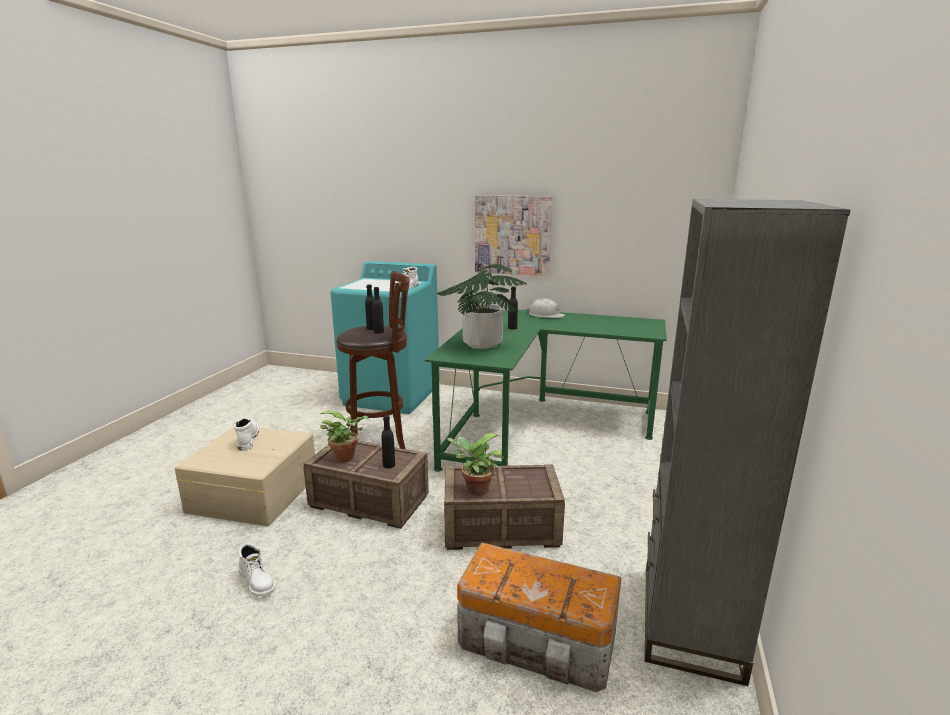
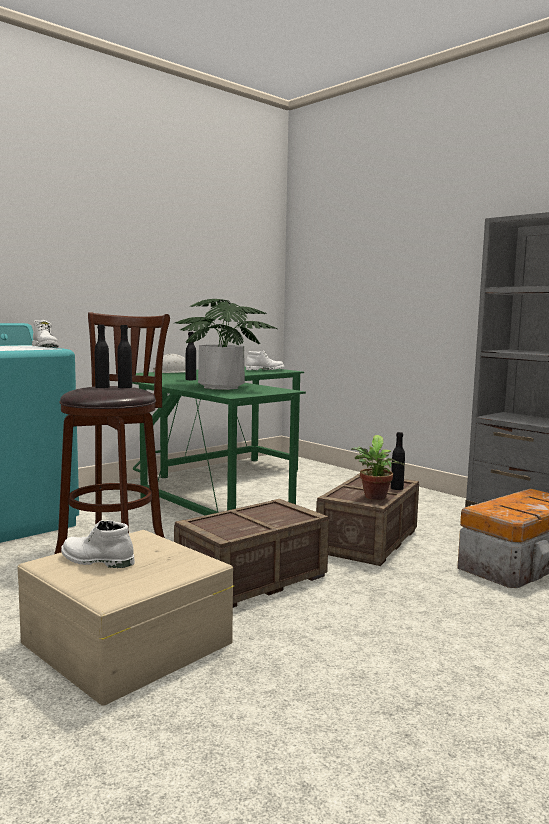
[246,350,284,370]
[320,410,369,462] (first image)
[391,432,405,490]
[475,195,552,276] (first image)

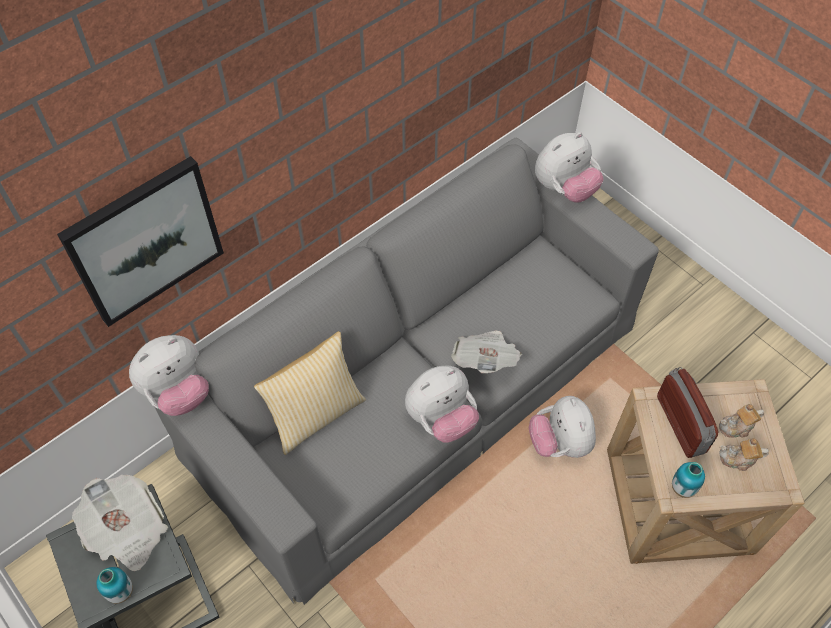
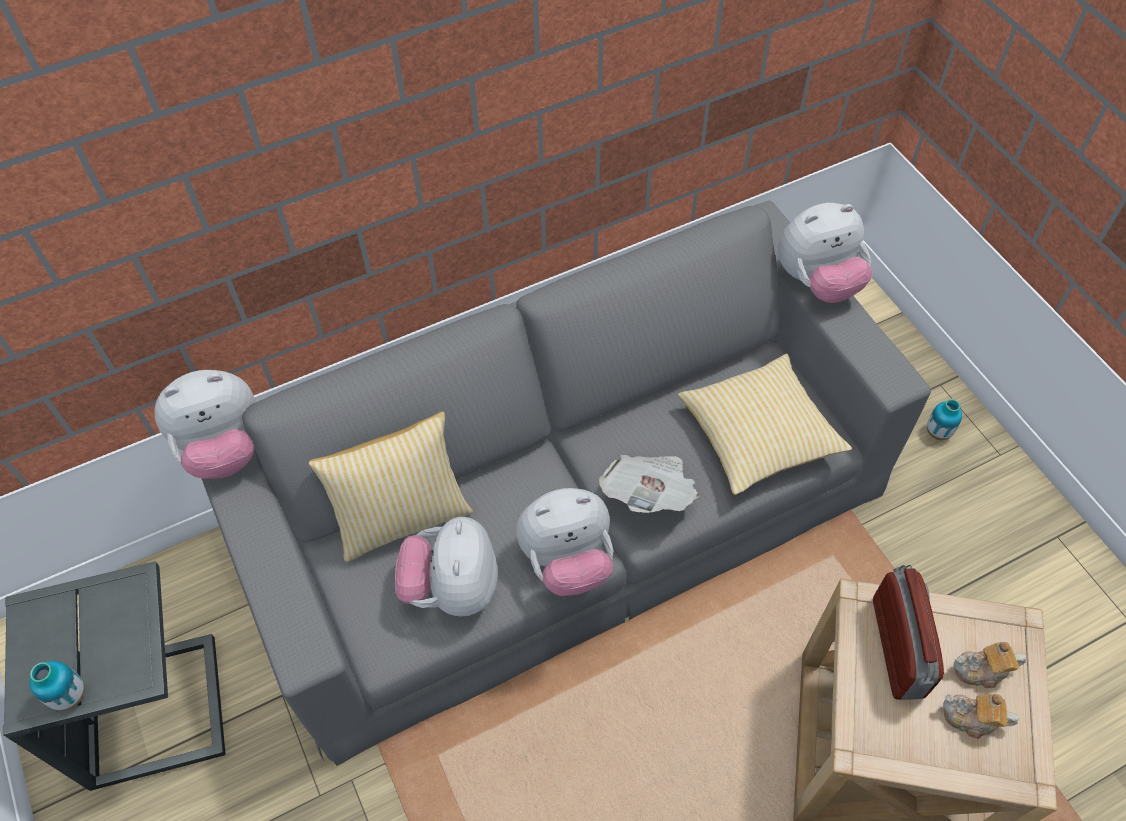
[57,156,224,327] (first image)
[72,475,168,571] (first image)
[395,517,498,617]
[927,399,962,440]
[678,354,852,495]

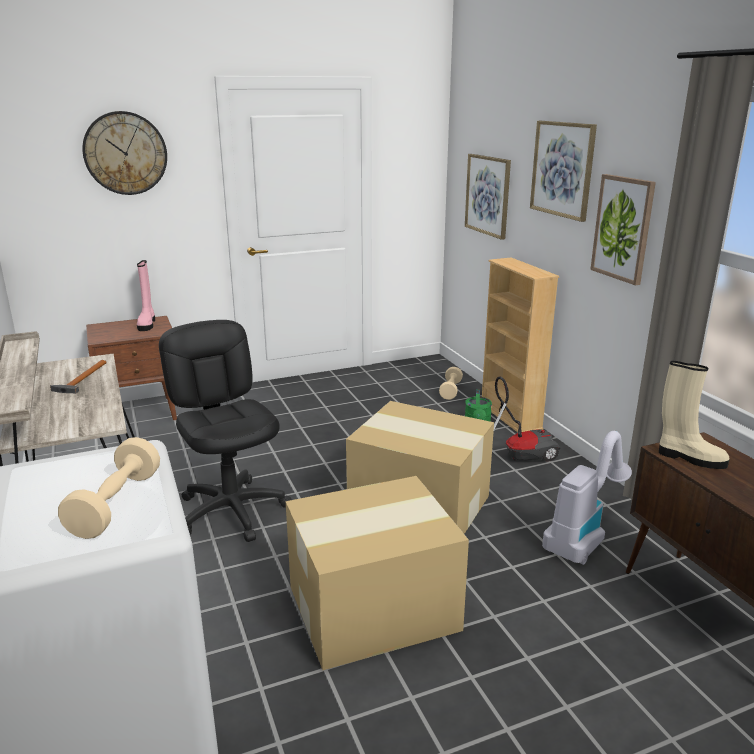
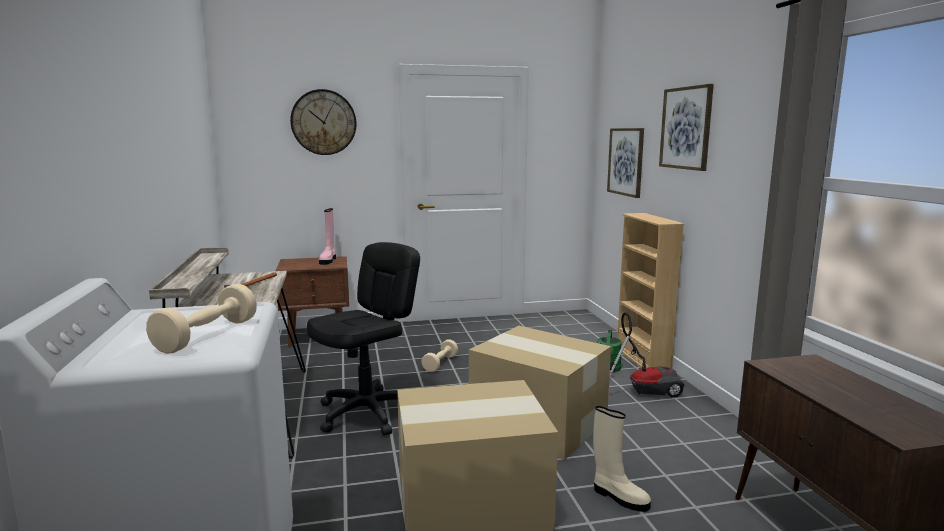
[306,242,420,435]
[421,339,458,372]
[542,431,632,565] (first image)
[590,174,656,285] (first image)
[593,406,651,512]

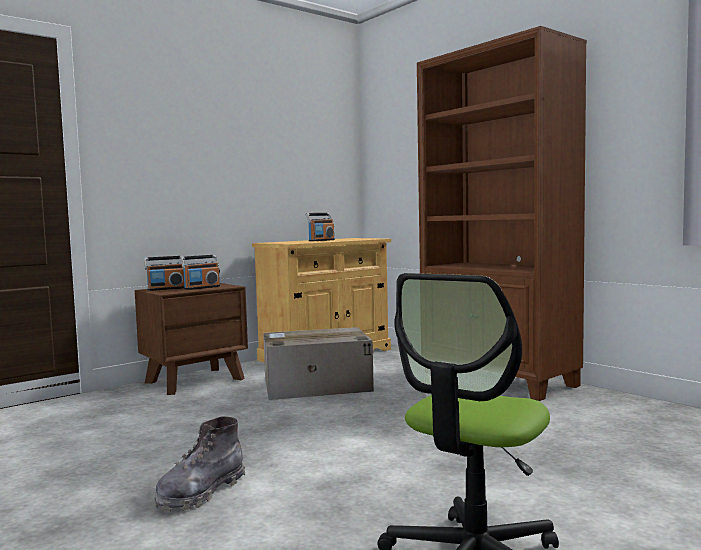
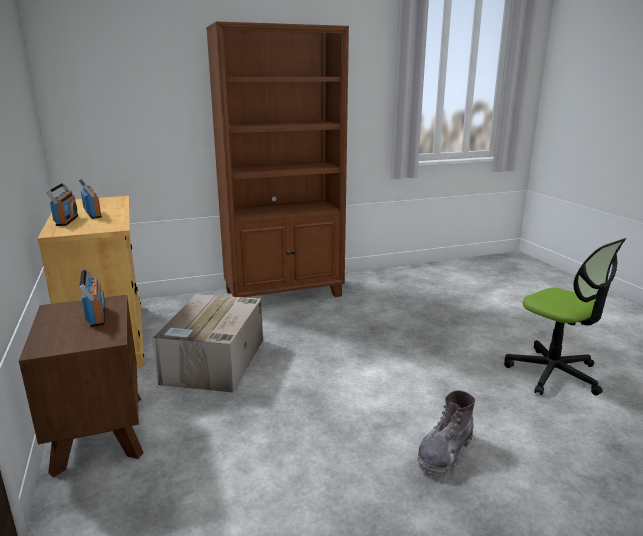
[46,183,78,226]
[417,391,475,477]

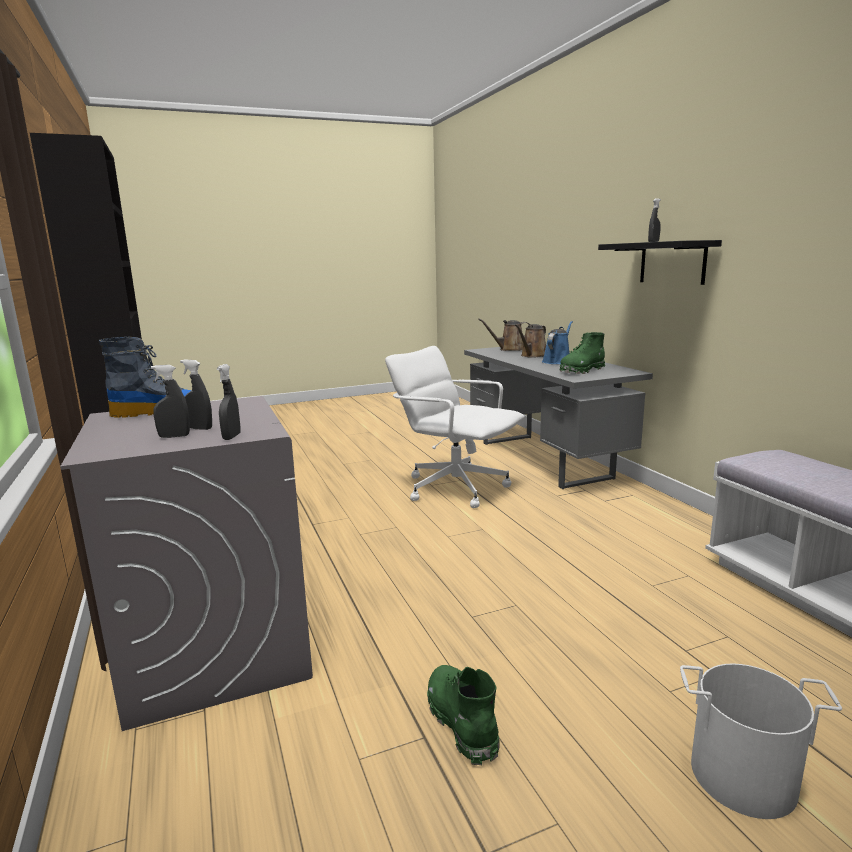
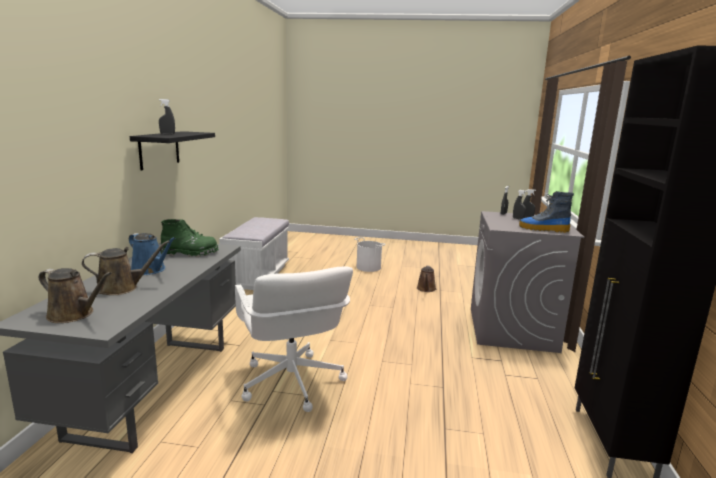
[417,266,436,292]
[129,233,176,275]

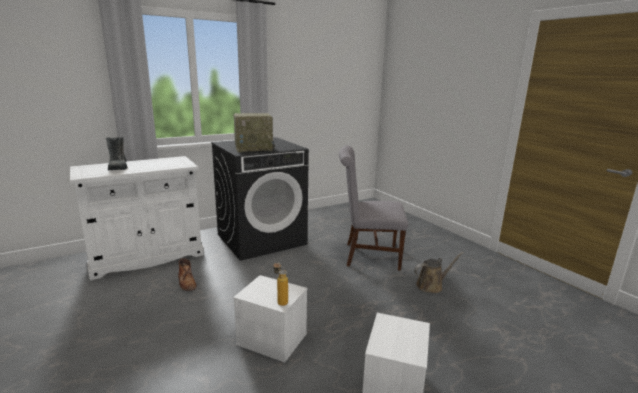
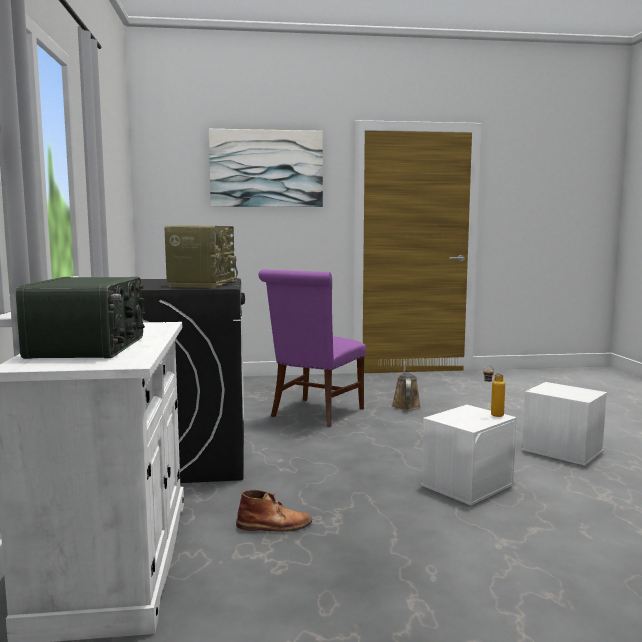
[16,277,145,359]
[258,269,366,427]
[209,129,323,207]

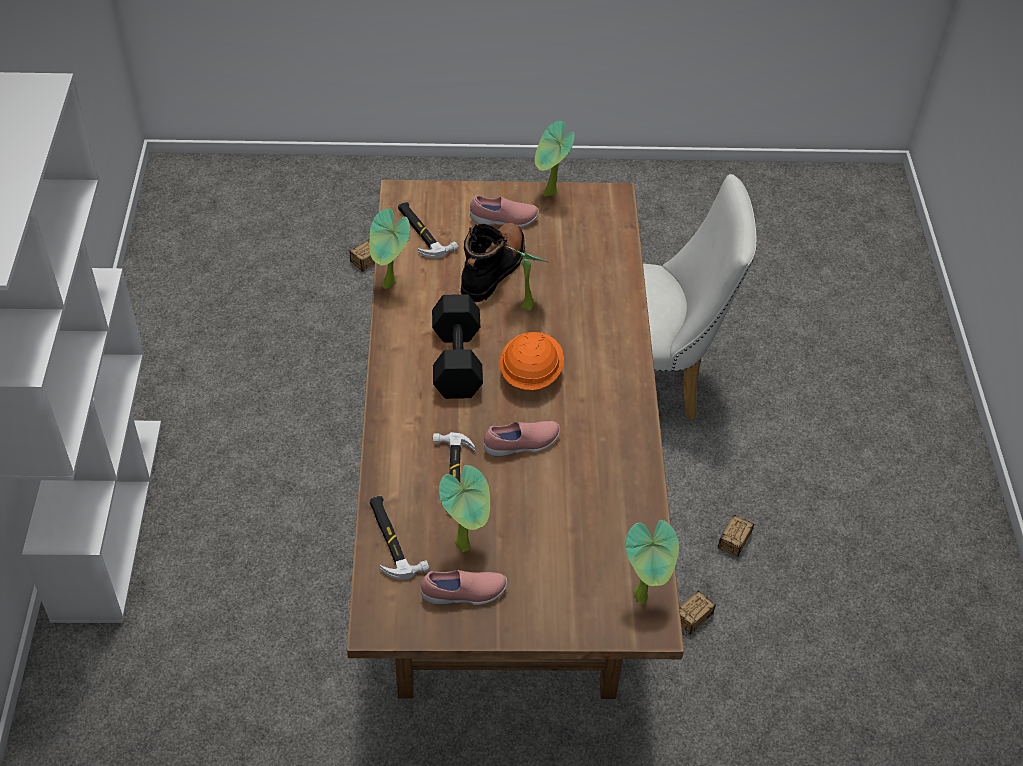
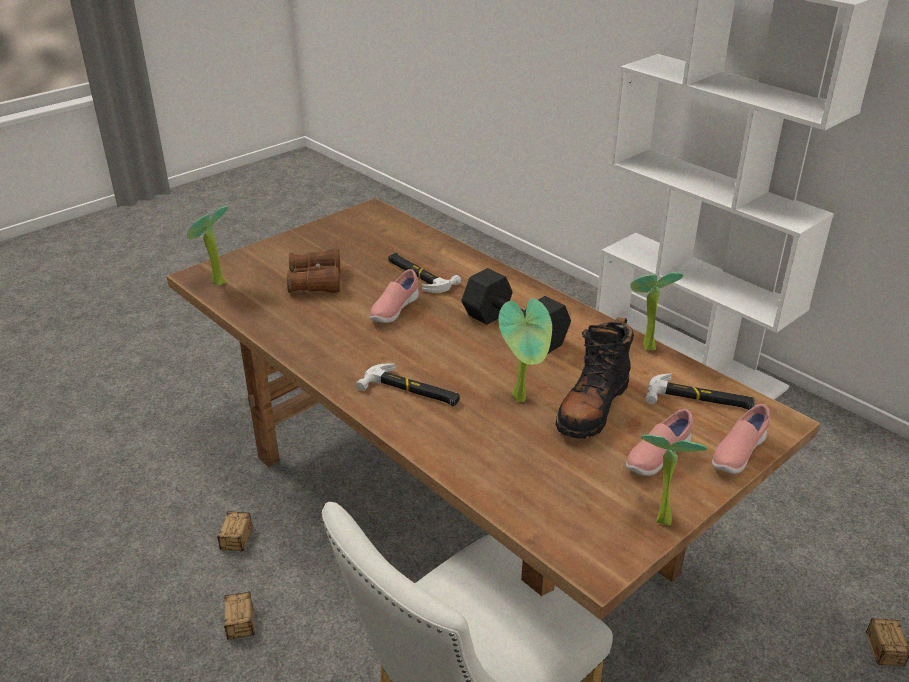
[356,364,460,407]
[712,404,770,474]
[439,465,490,552] (first image)
[555,317,634,439]
[500,332,564,390] (first image)
[287,249,340,293]

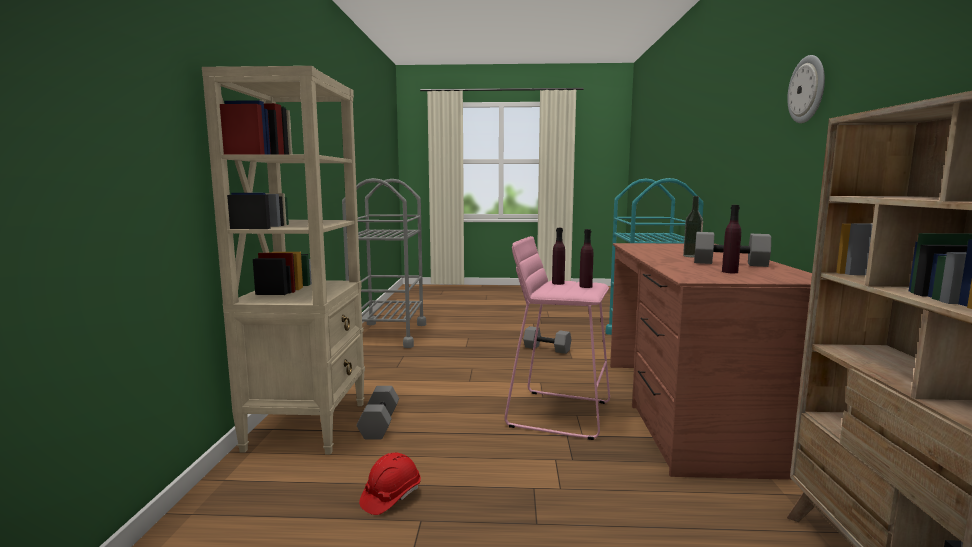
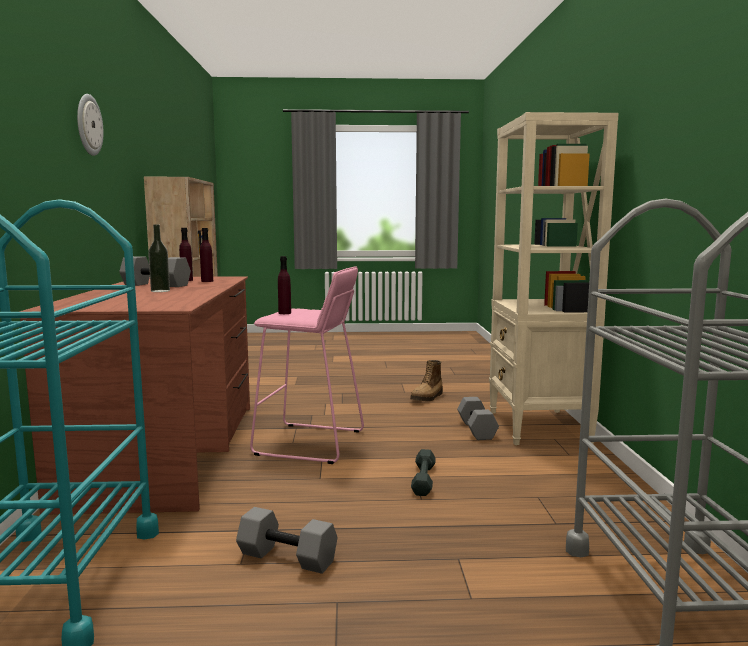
[410,360,443,402]
[200,228,213,282]
[411,449,436,496]

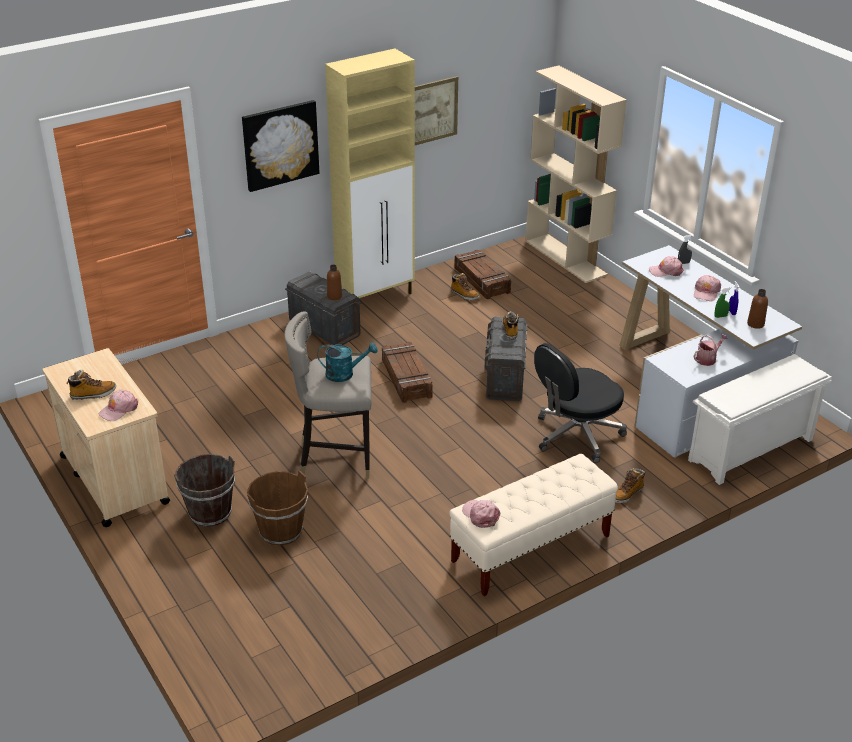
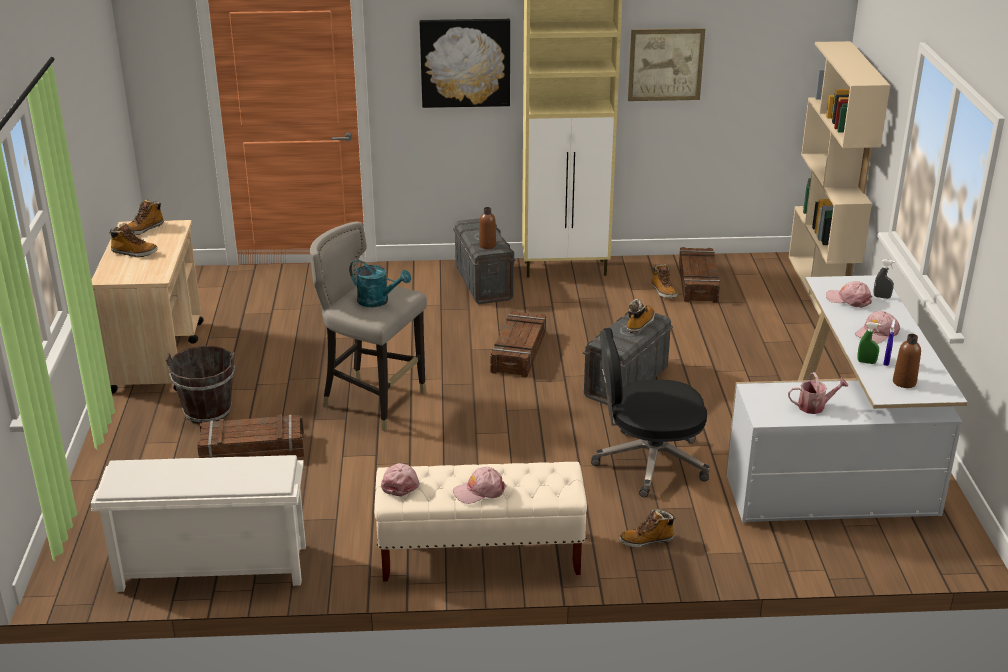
[453,467,506,504]
[197,414,304,458]
[91,455,306,592]
[128,199,164,235]

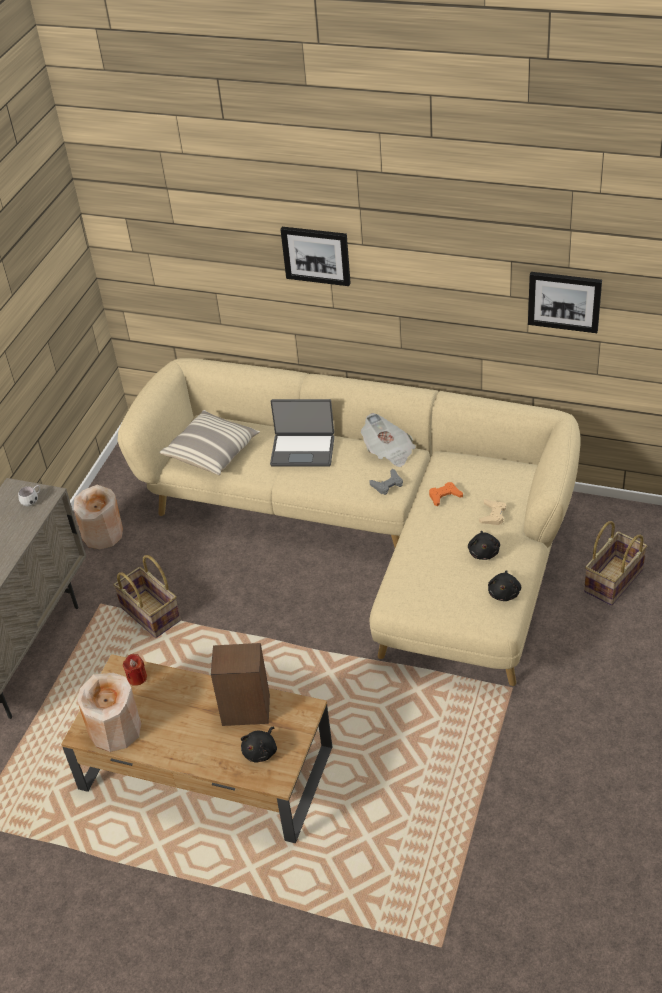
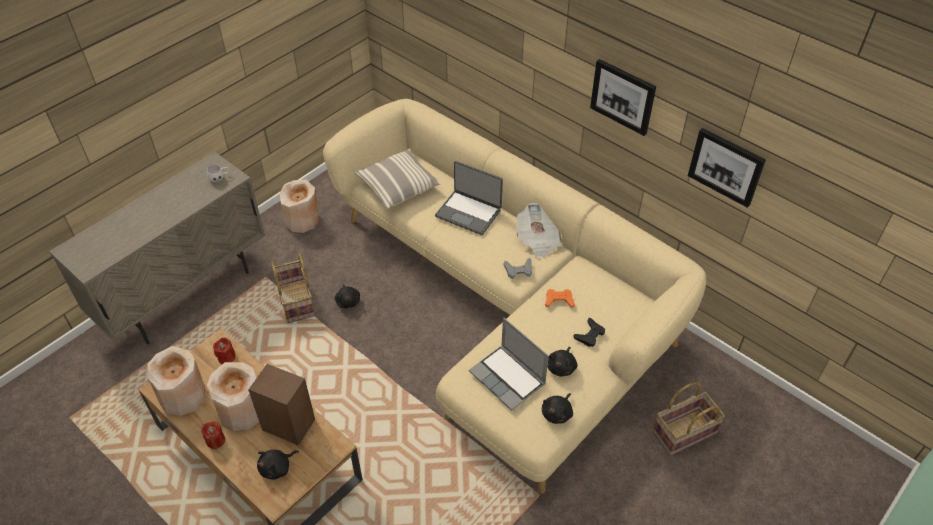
[590,59,656,136]
[573,318,605,347]
[201,421,225,449]
[207,362,259,431]
[335,284,360,308]
[469,318,549,411]

